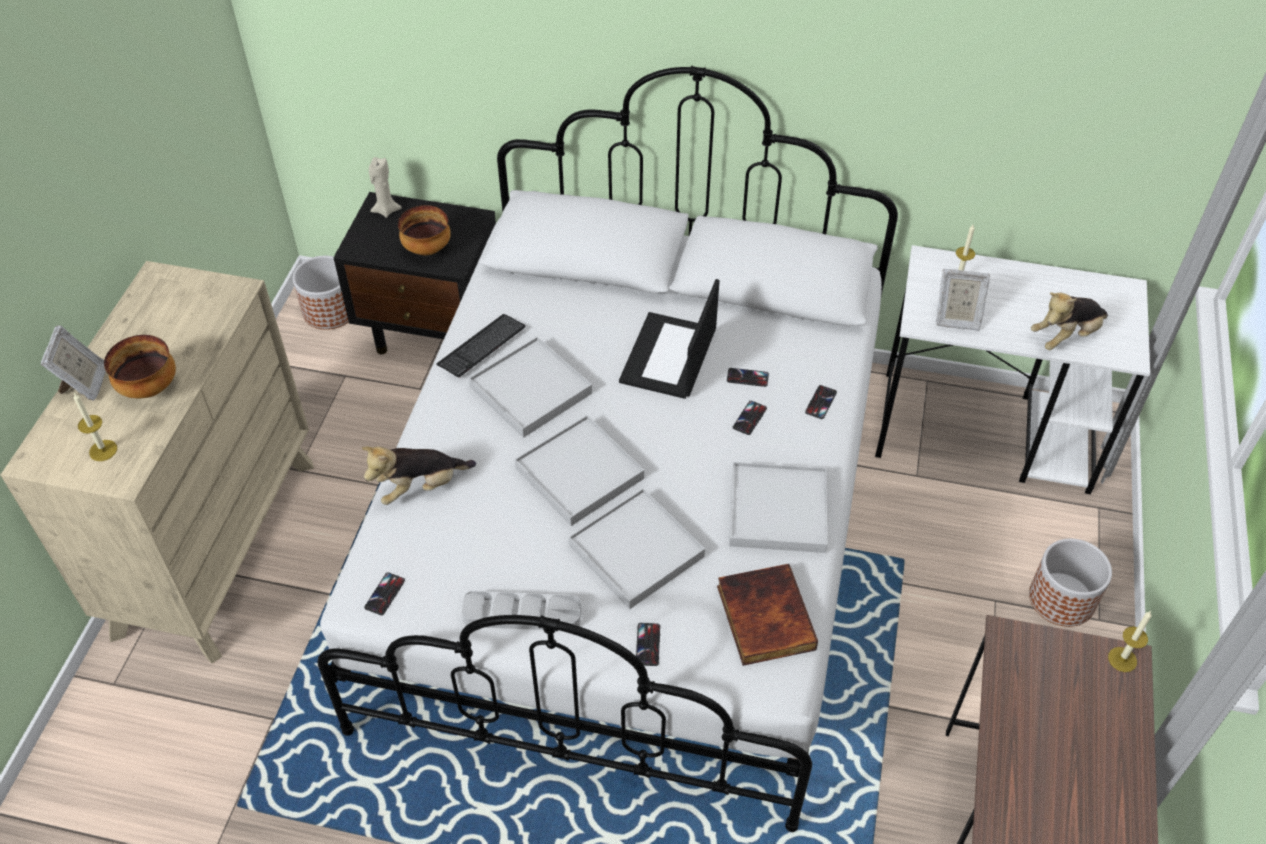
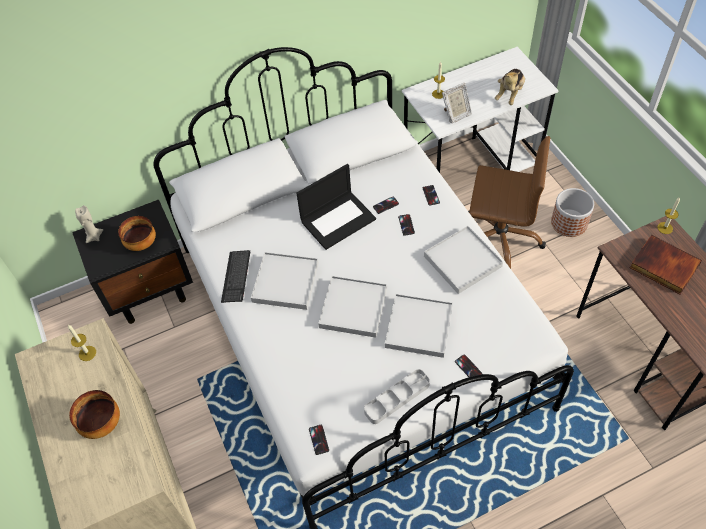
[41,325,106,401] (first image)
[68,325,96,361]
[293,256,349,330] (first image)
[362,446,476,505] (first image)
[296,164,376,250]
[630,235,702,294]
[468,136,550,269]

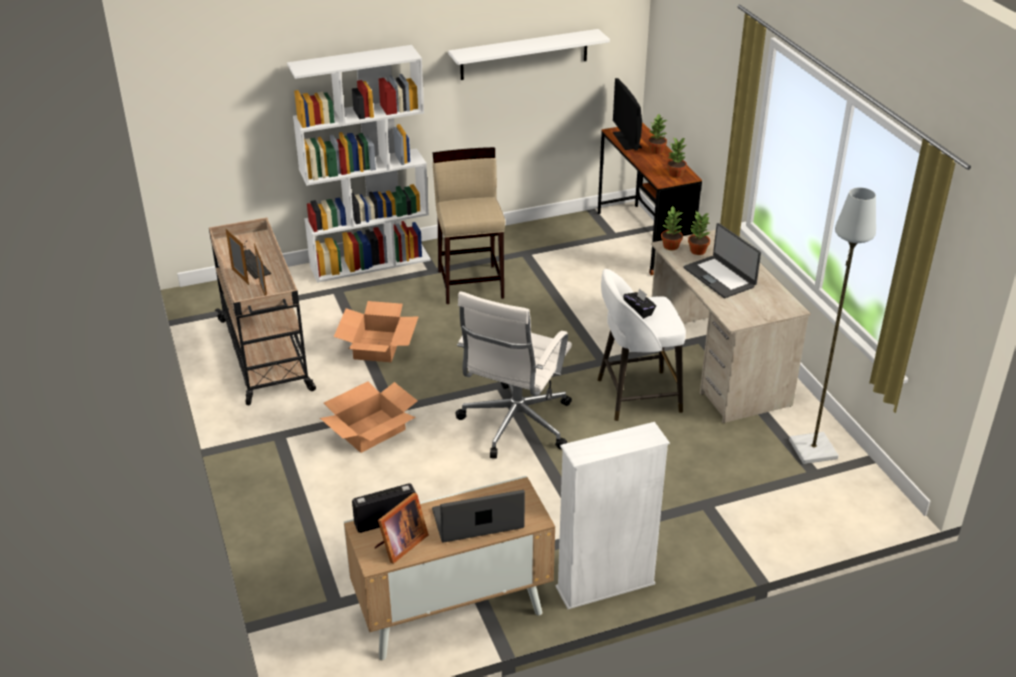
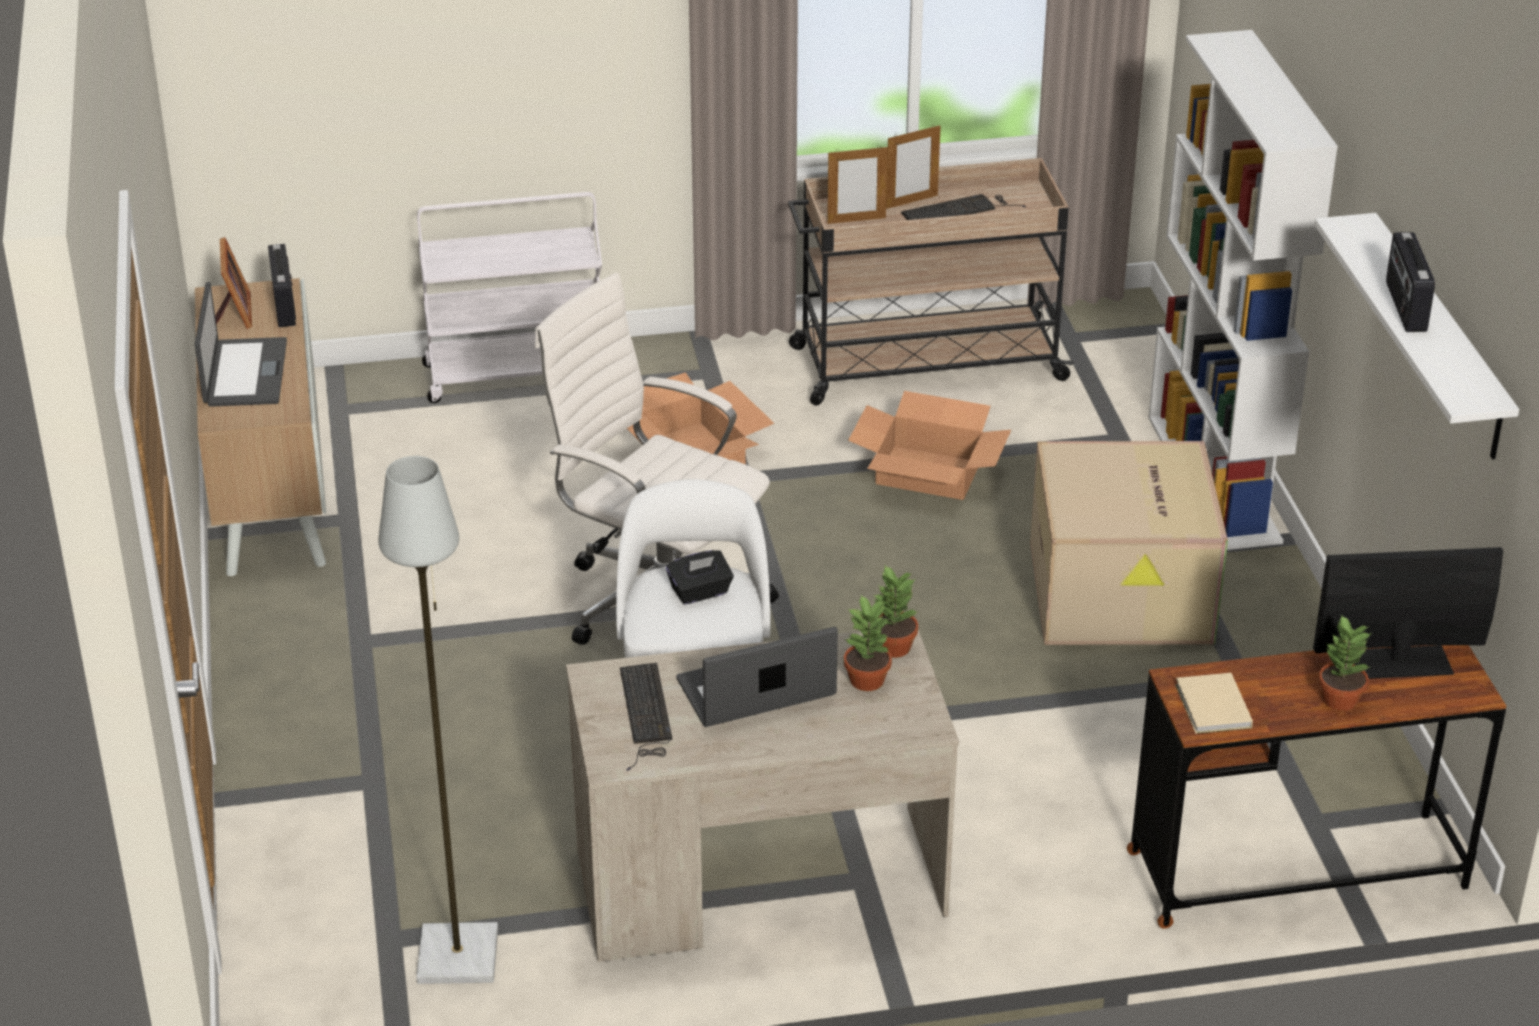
[215,237,252,329]
[1030,441,1228,645]
[556,422,670,609] (first image)
[1175,673,1253,734]
[417,192,602,403]
[620,663,672,771]
[1386,232,1435,332]

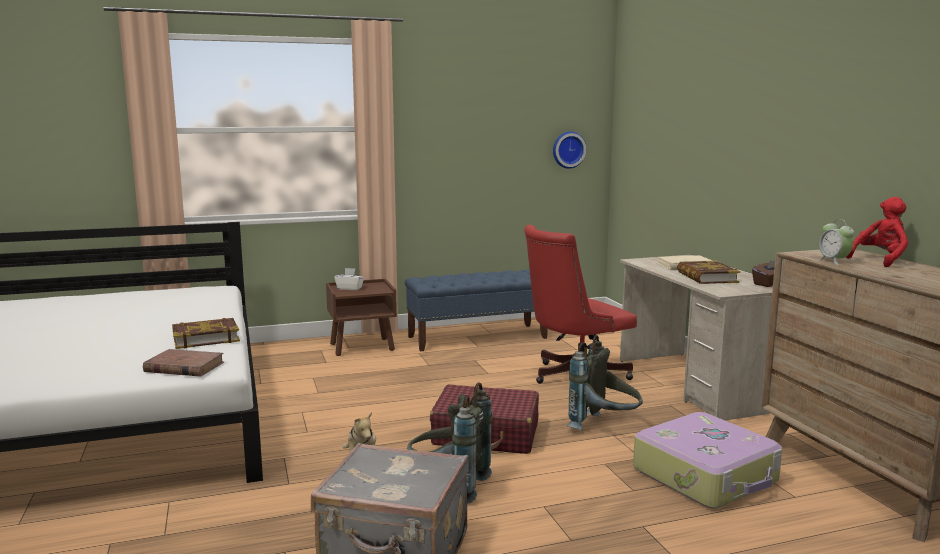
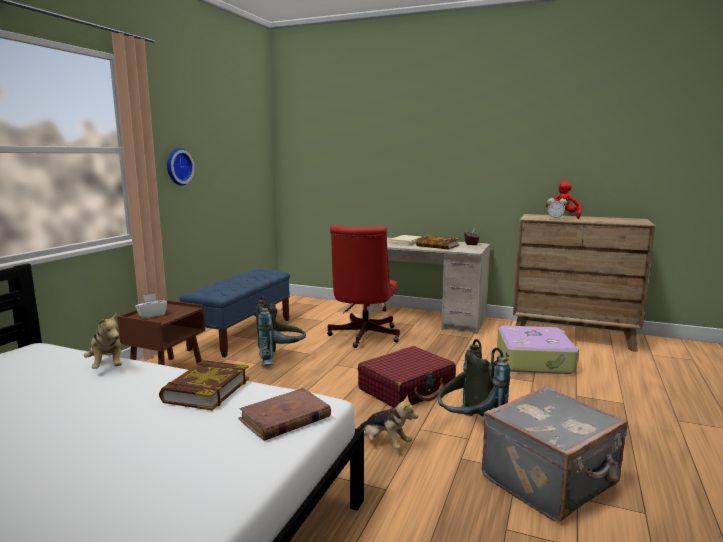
[167,148,195,186]
[256,295,306,366]
[84,312,122,369]

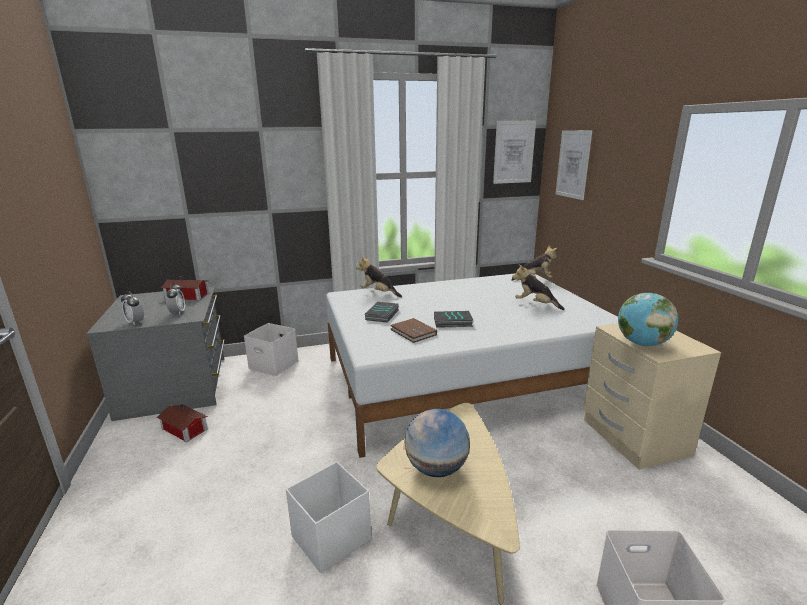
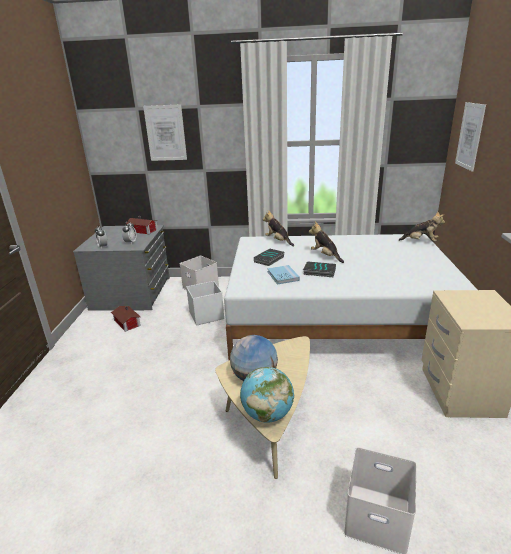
[186,281,224,326]
[267,265,300,285]
[143,104,187,161]
[309,222,344,263]
[240,367,294,423]

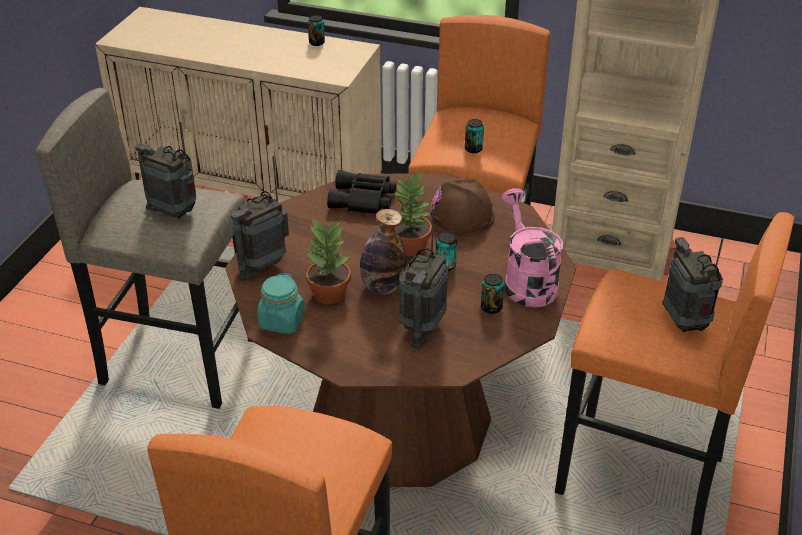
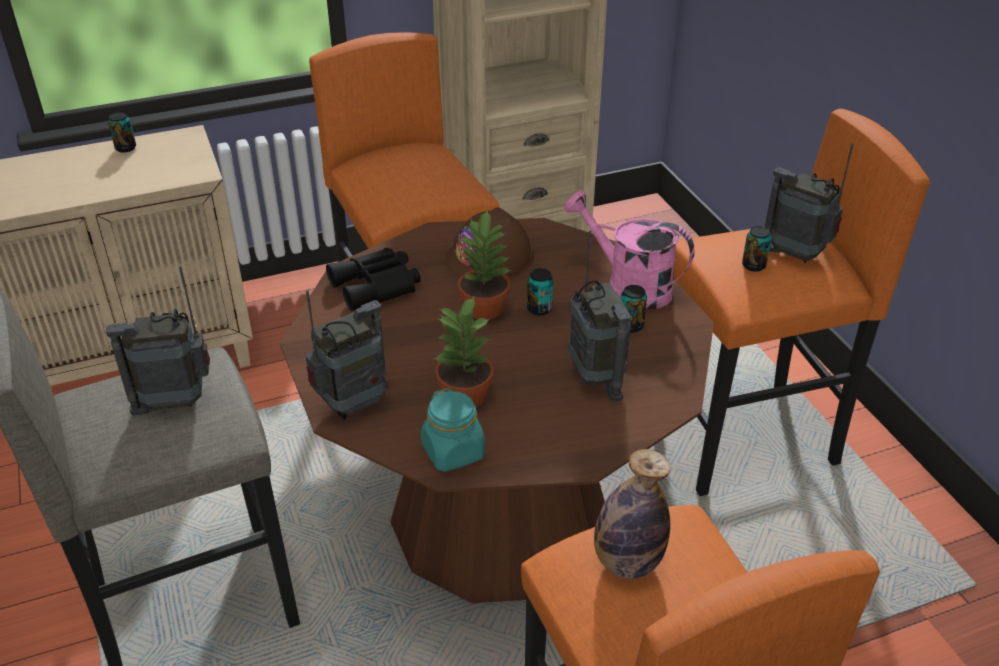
[306,290,388,420]
[594,449,671,579]
[742,226,772,272]

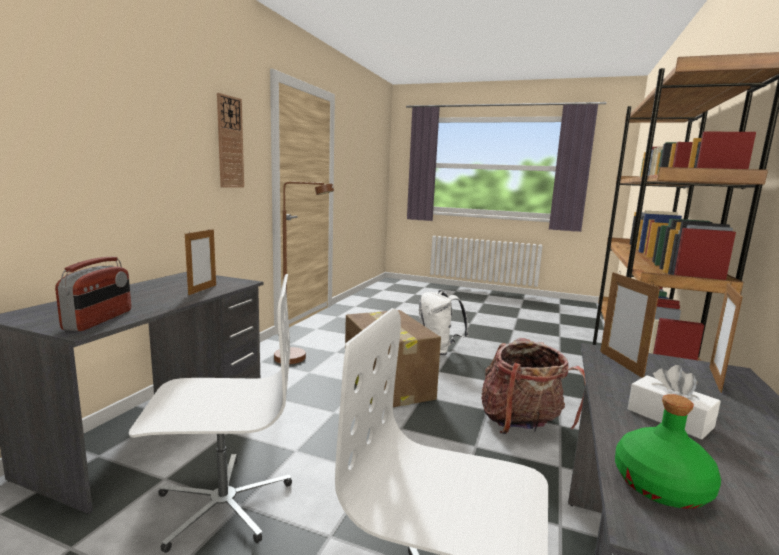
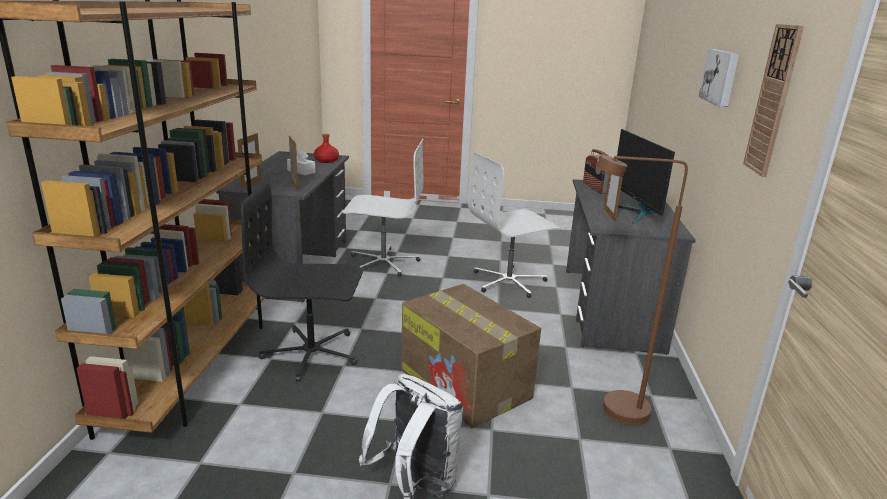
[241,183,363,382]
[314,134,339,163]
[617,129,675,224]
[699,49,739,108]

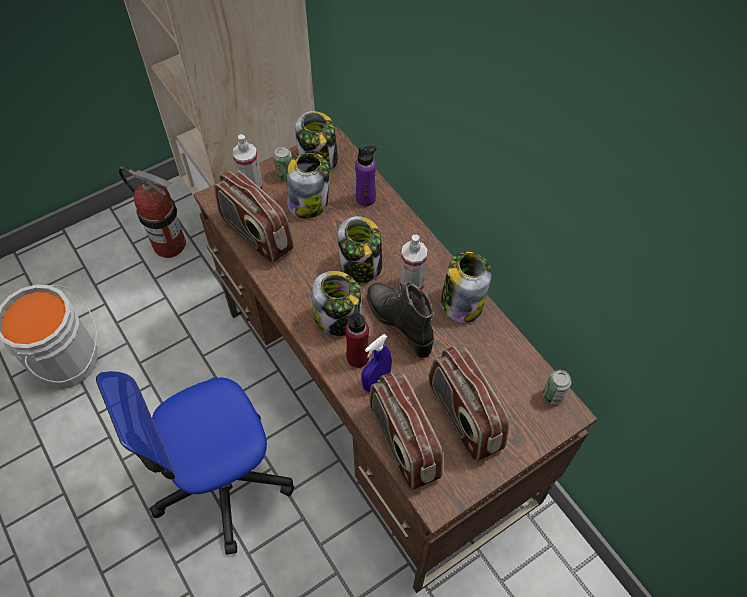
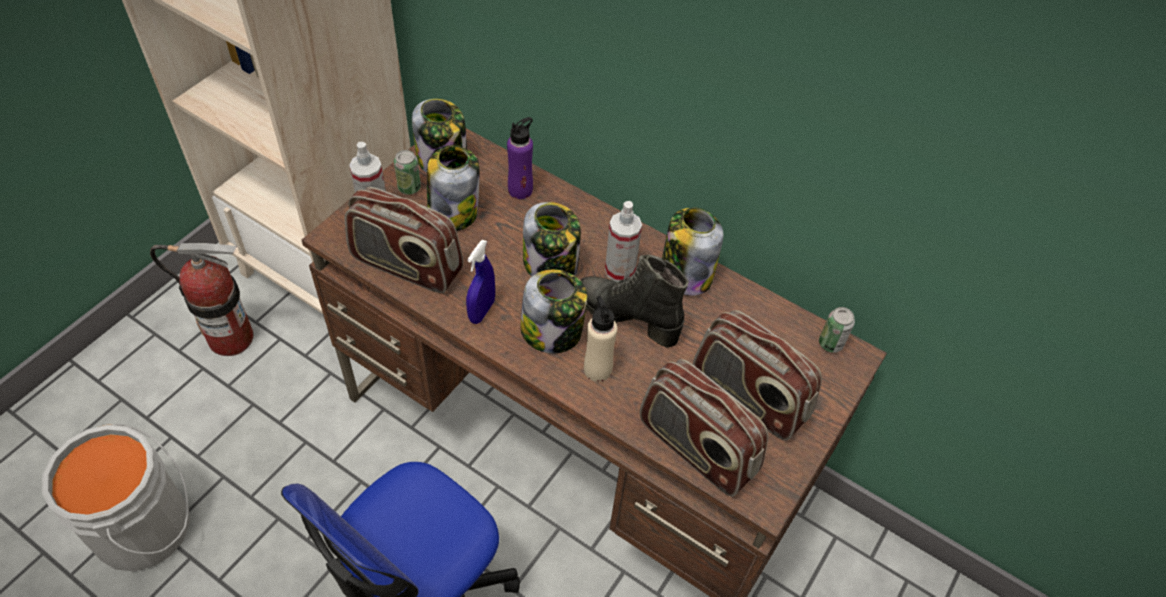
[584,296,617,382]
[466,239,495,324]

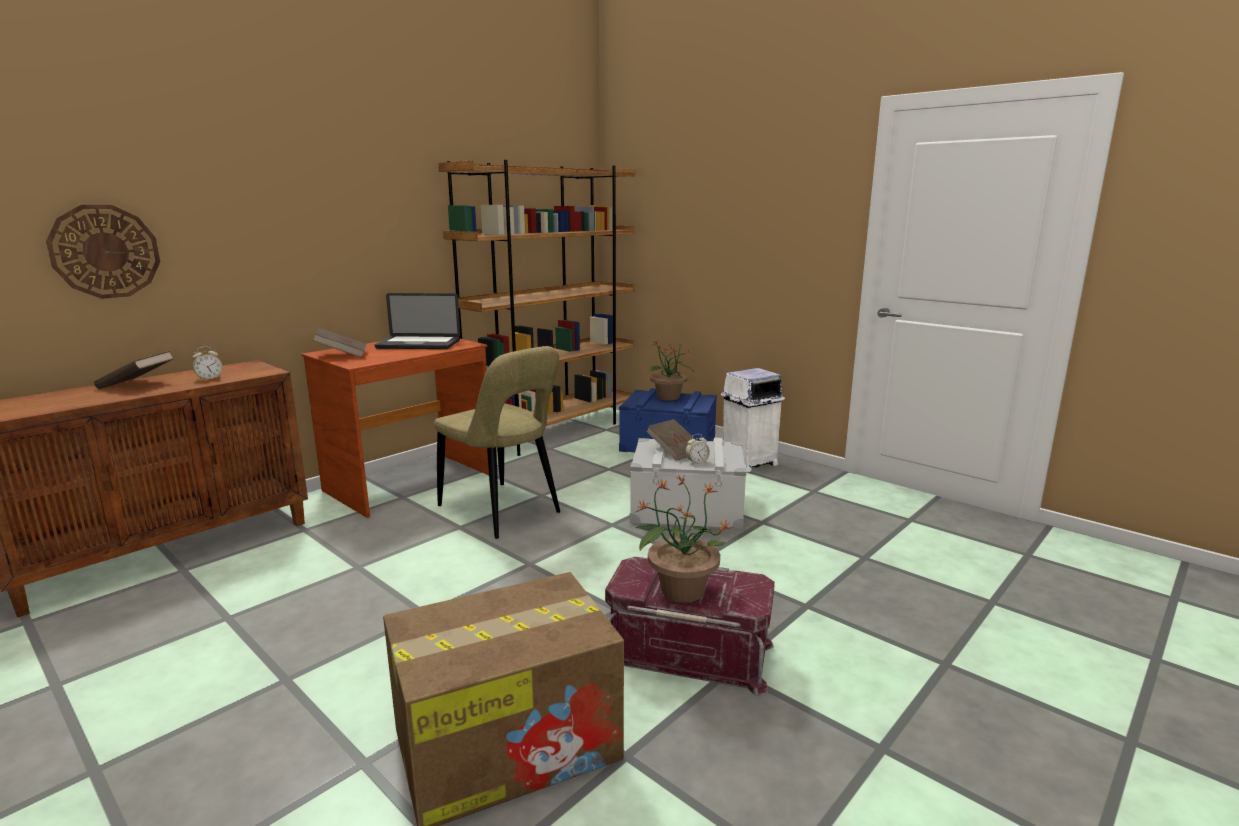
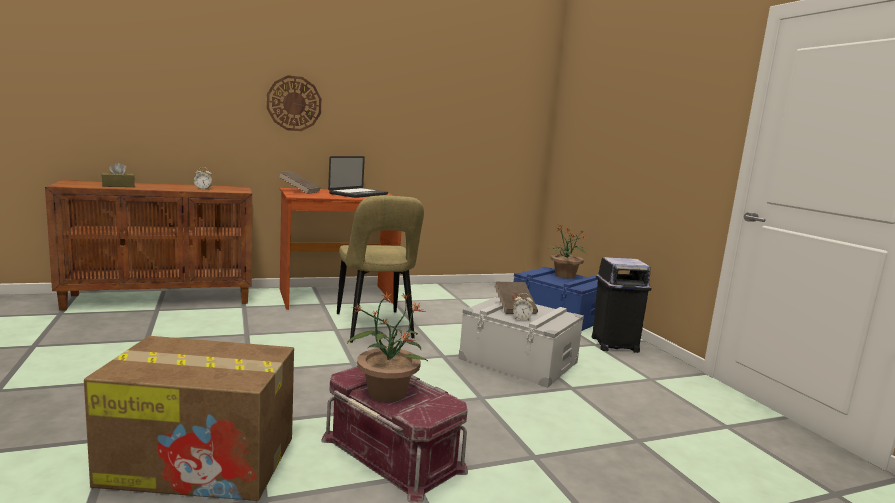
[267,75,322,131]
[94,351,174,389] (first image)
[328,156,388,198]
[438,160,635,456] (first image)
[592,257,651,353]
[101,162,135,187]

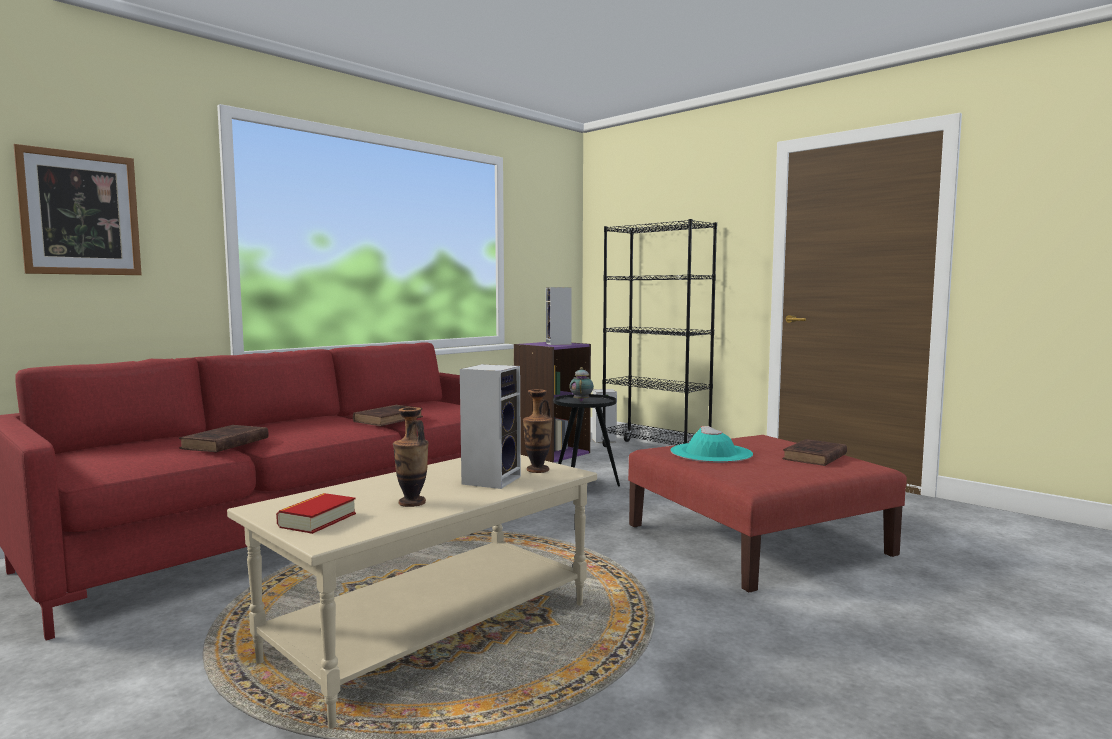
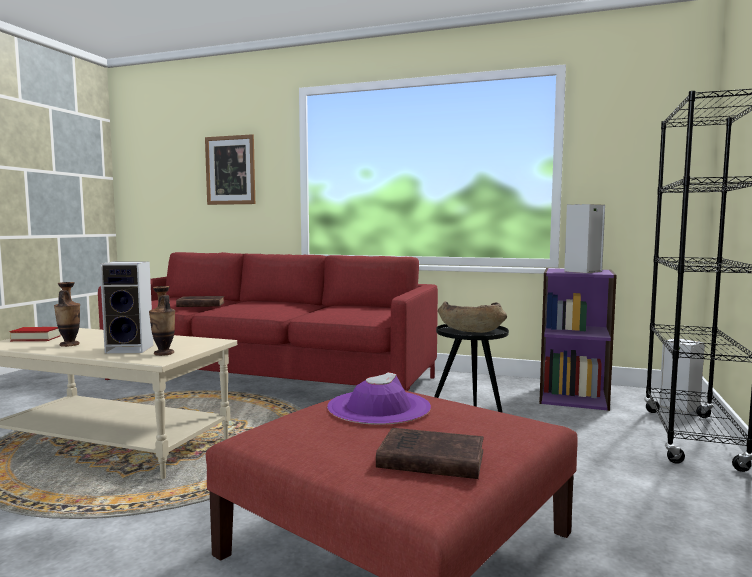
[353,405,423,426] (first image)
[438,301,507,333]
[327,372,431,425]

